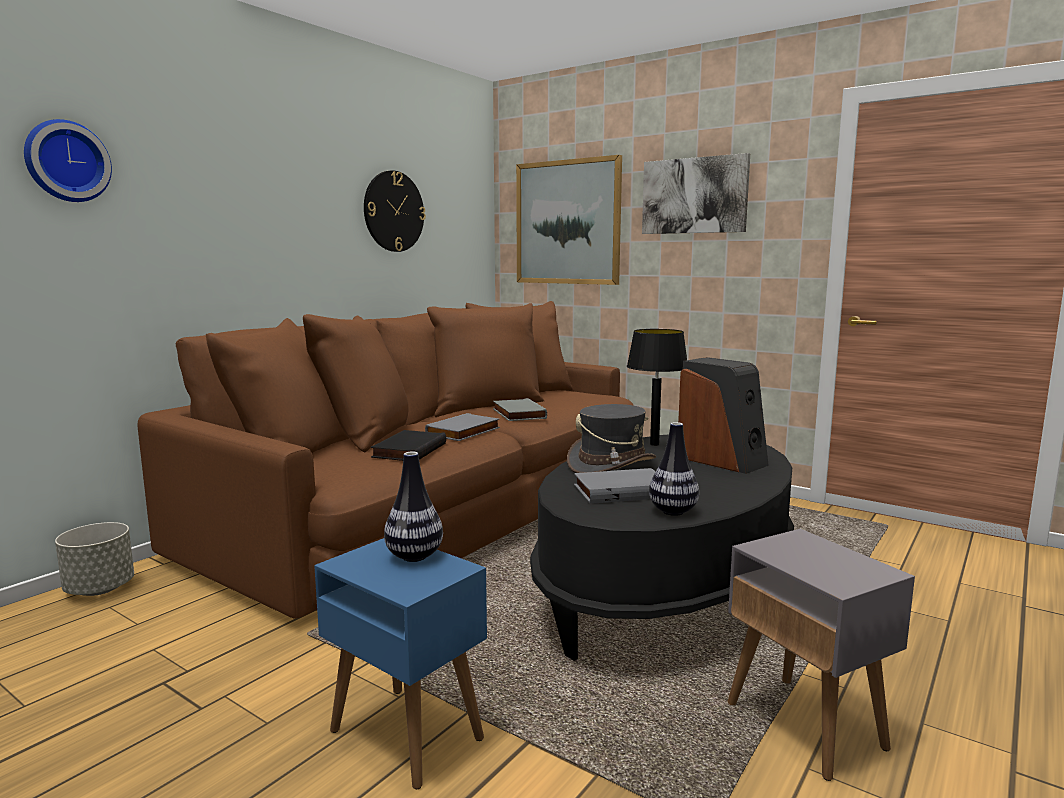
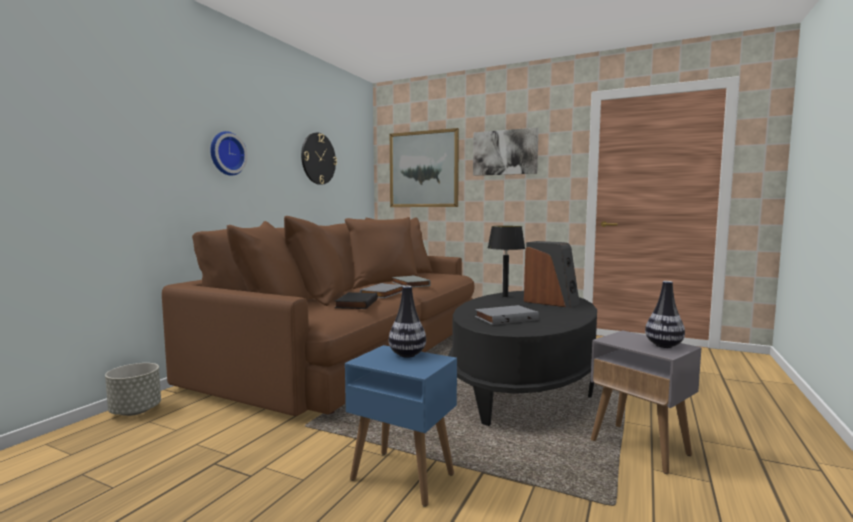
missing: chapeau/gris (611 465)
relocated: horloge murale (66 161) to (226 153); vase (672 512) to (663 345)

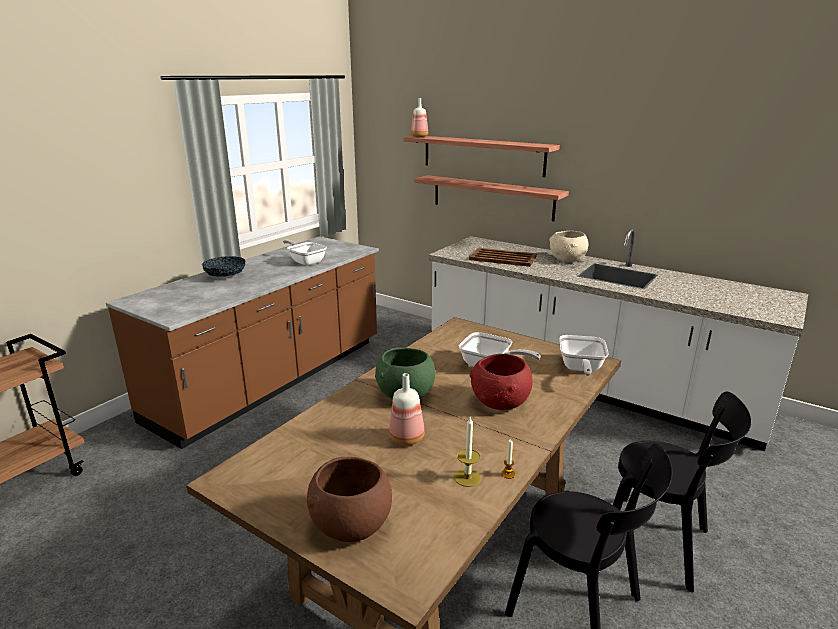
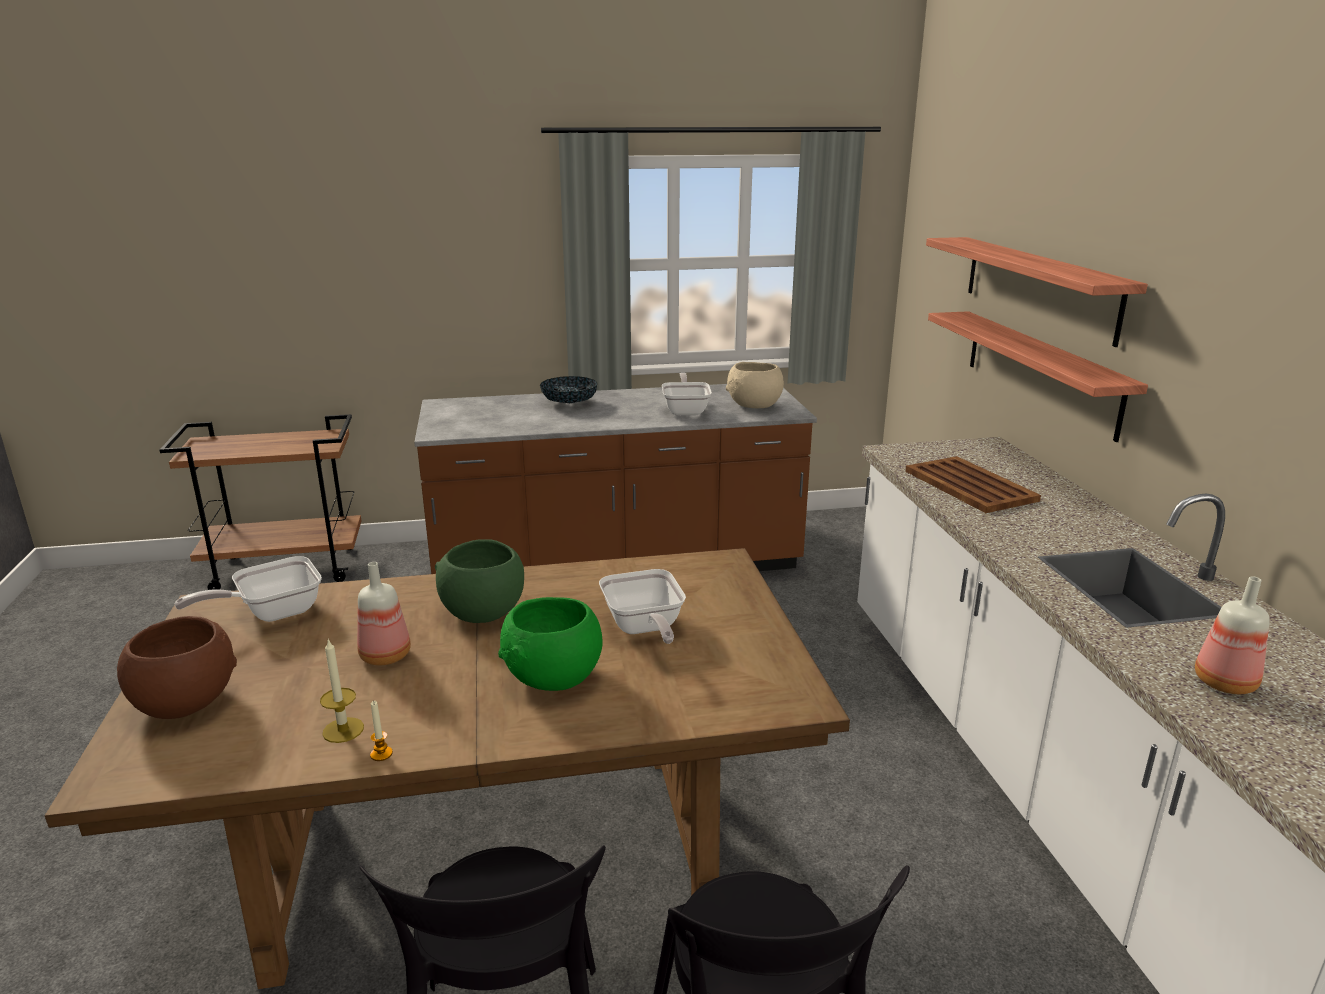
relocated: bouteille (419 136) to (1224 684); bol/beige (567 260) to (753 405); poêle (580 369) to (272 613)
colour: bol/rouge (500 403) to bol/vert (551 677)

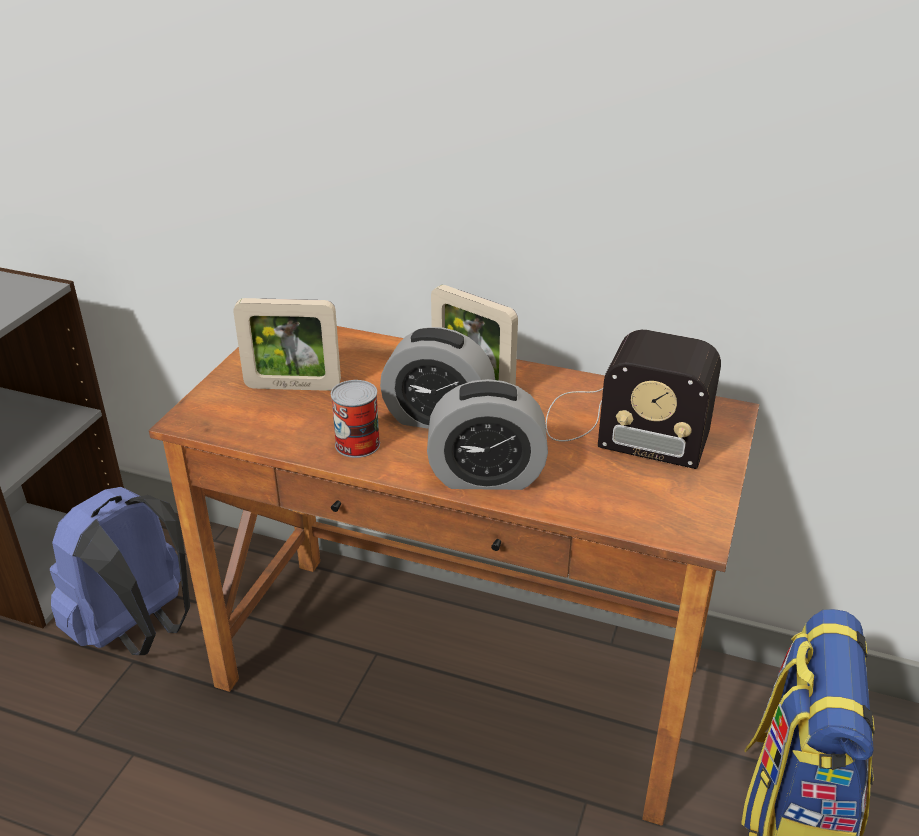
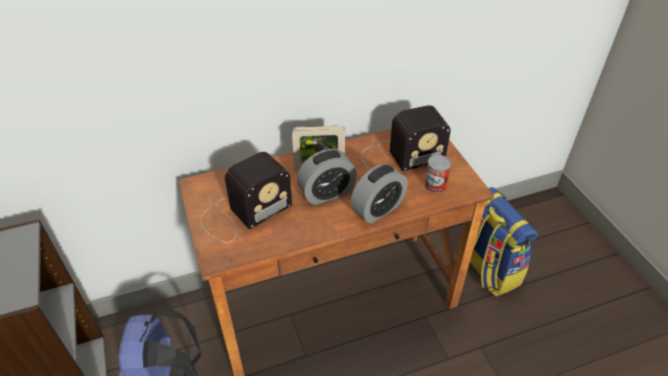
relocated: boîte métallique (357 444) to (435 185)
exchanged: cadre photo (293 386) to radio (242 213)

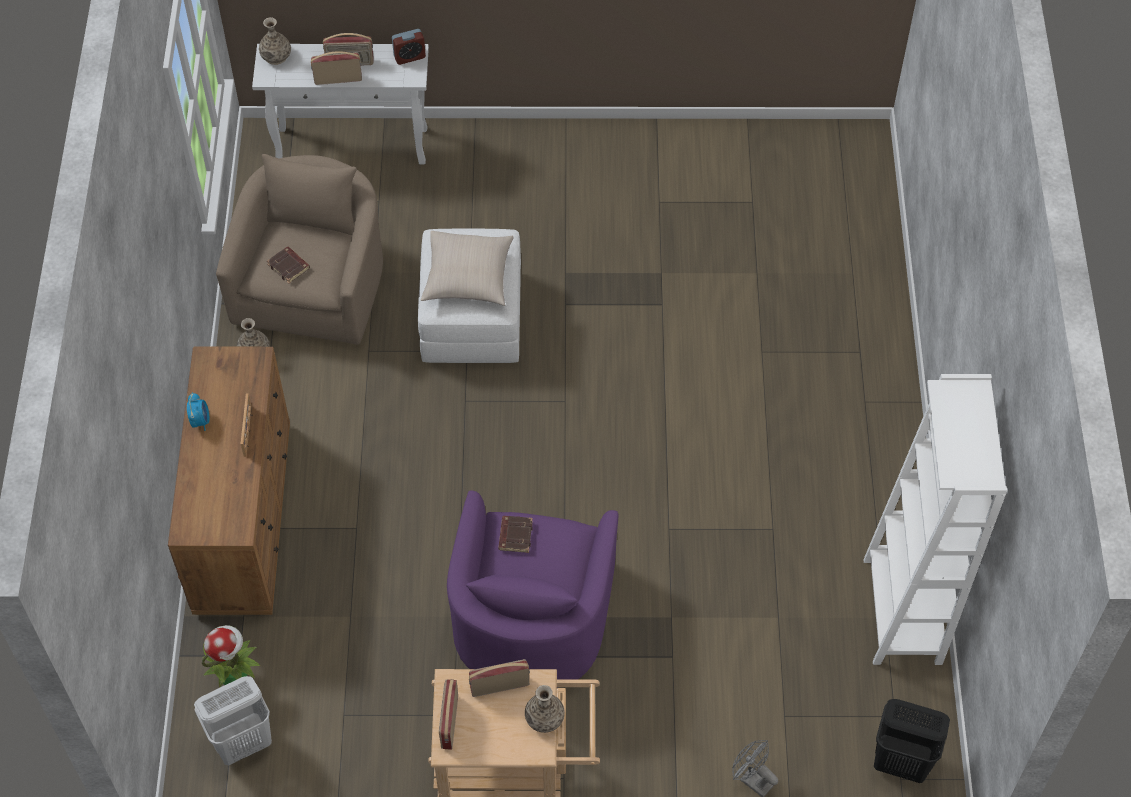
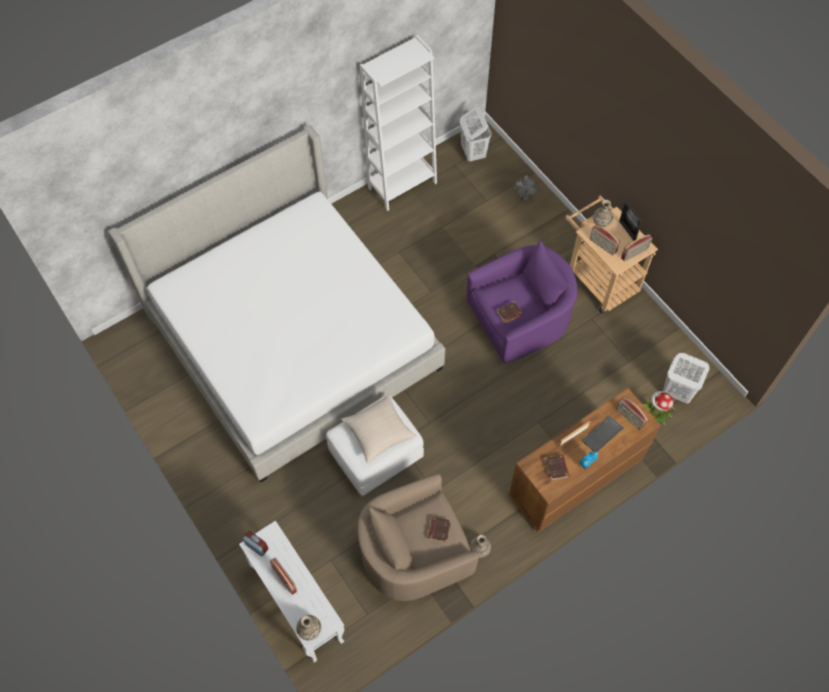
appeared: lit (292 339); cadre photo (627 230); clavier (602 435); livre/marron (557 468)
relocated: radio (338 79) to (629 418)
colour: panier à linge/noir (902 763) to panier à linge/blanc (473 153)

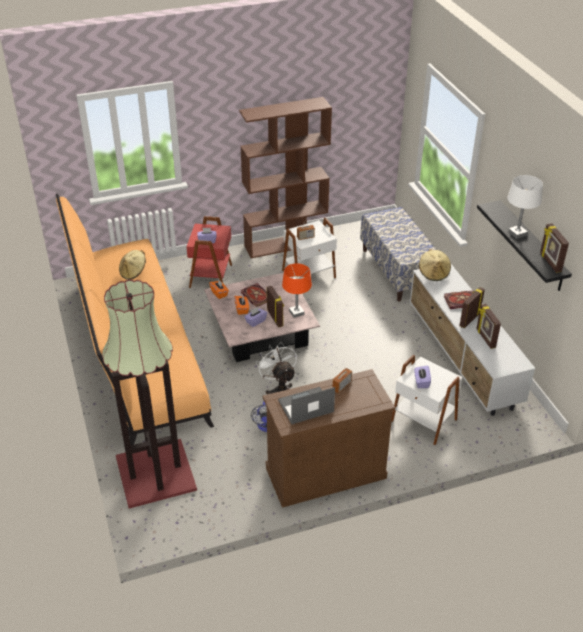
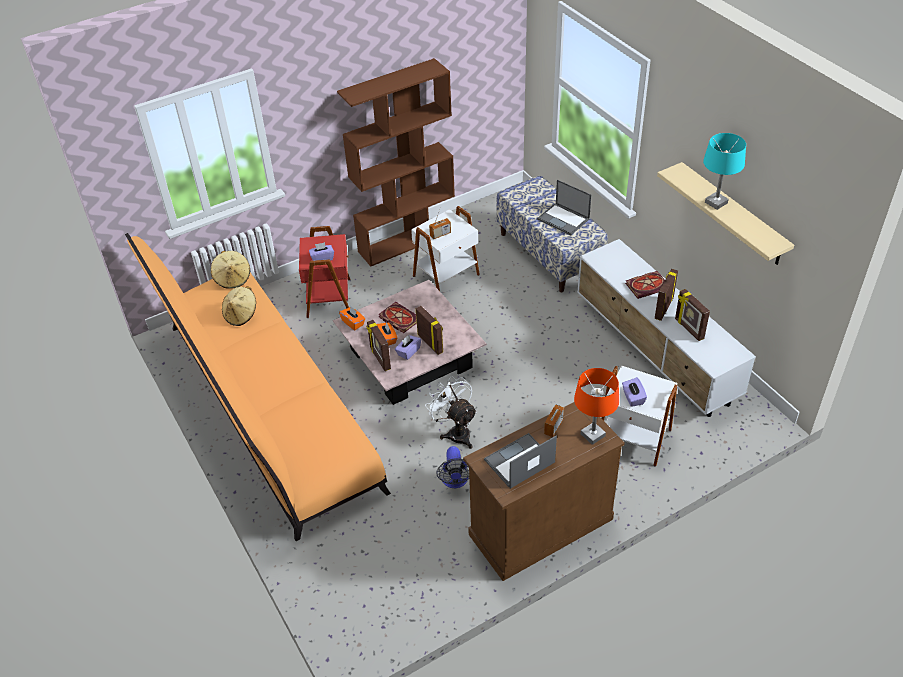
missing: lampadaire (154 473)
appeared: ordinateur portable (564 219)
relocated: cadre photo (550 262) to (380 359); chapeau/beige (433 273) to (232 278); lampe de table/orange (296 312) to (592 435)
colour: lampe de table/blanc (517 233) to lampe de table/turquoise (716 203); étagère/noir (531 246) to étagère/beige (732 214)

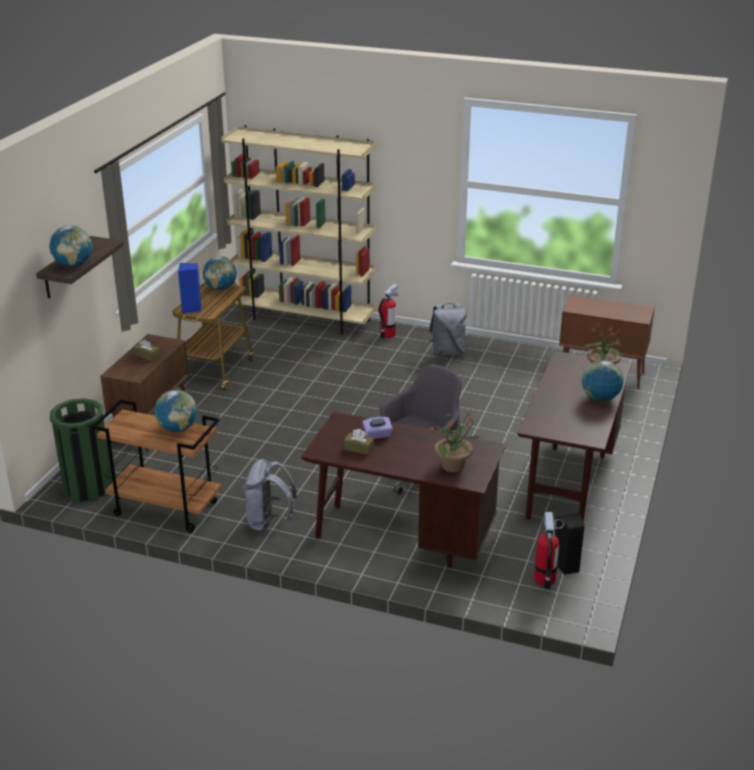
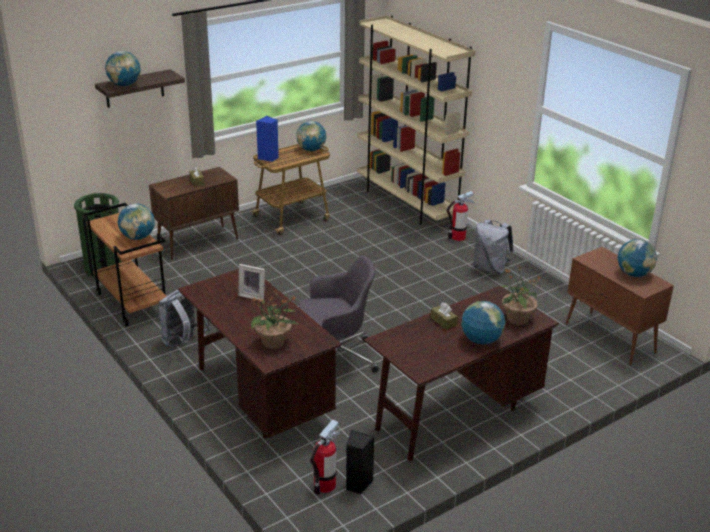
appeared: globe (634 274)
relocated: boîte à mouchoirs/marron (359 448) to (443 321)
exchanged: boîte à mouchoirs/violet (377 435) to cadre photo (253 295)

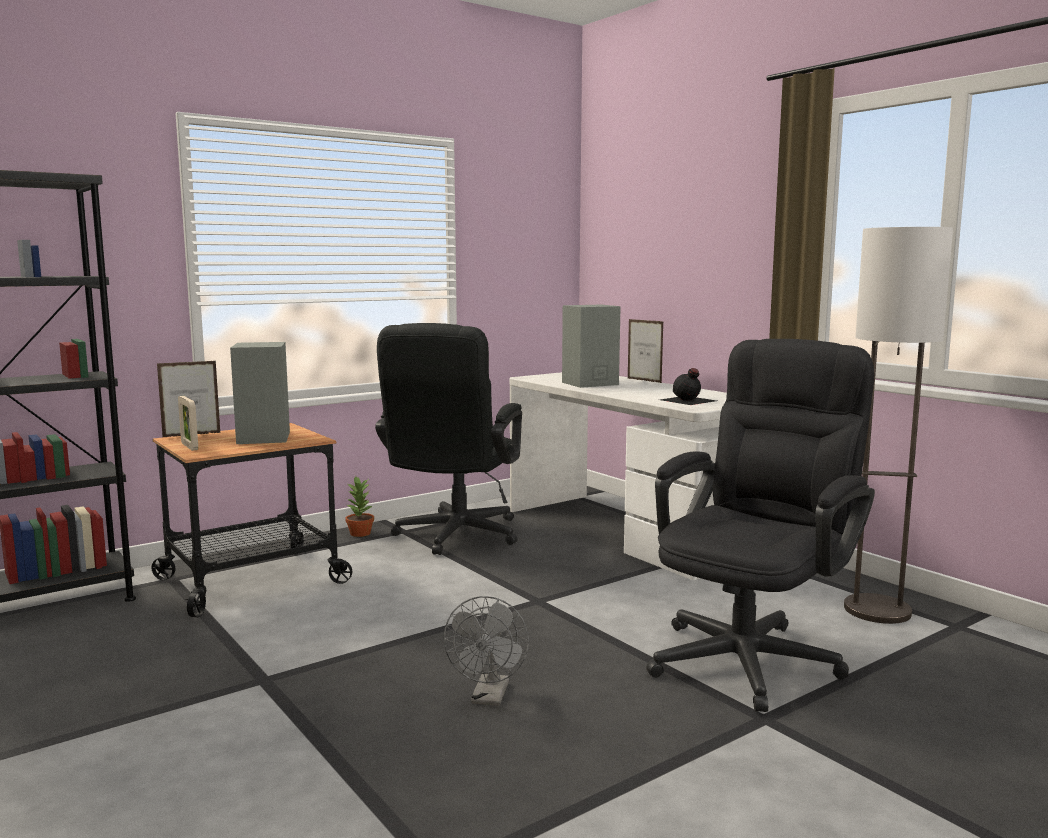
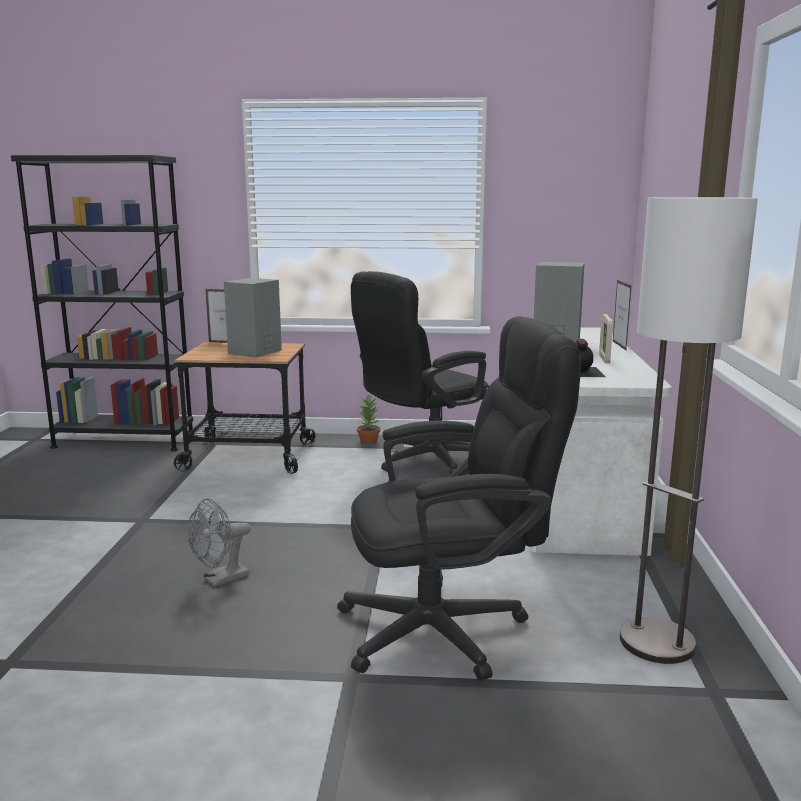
relocated: cadre photo (189 446) to (604 359)

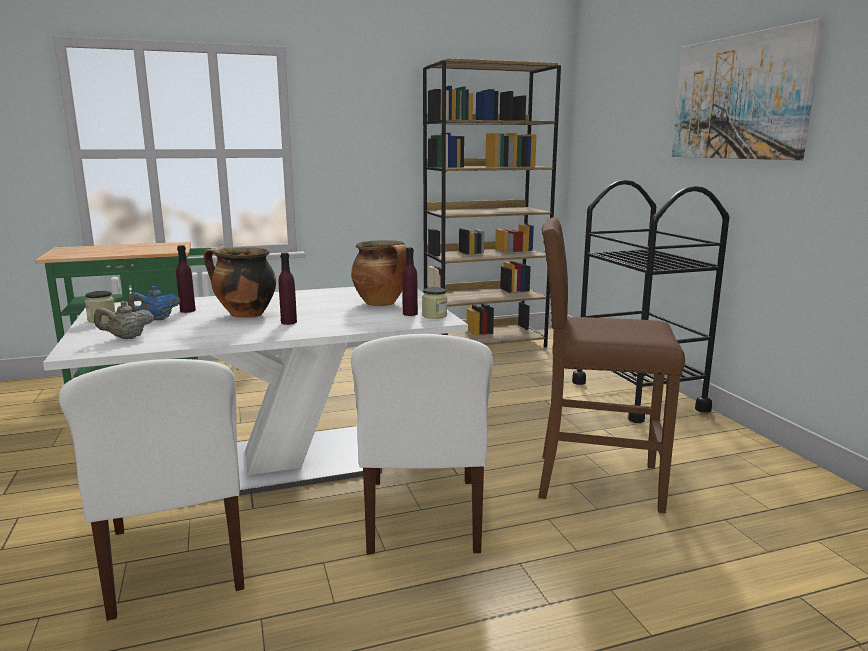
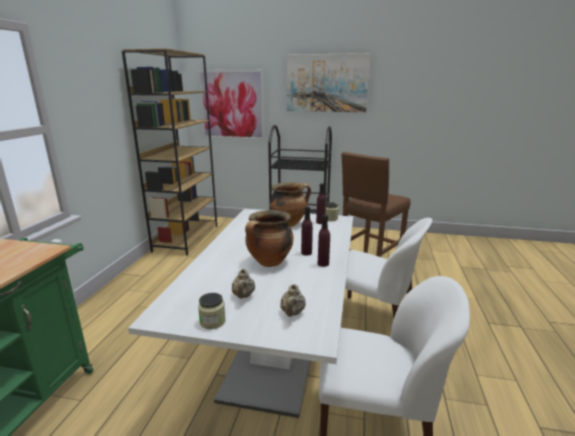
appeared: tableau (232 105)
relocated: bouteille/violet (187 310) to (323 263)
colour: théière/bleu (156 319) to théière/beige (243 296)

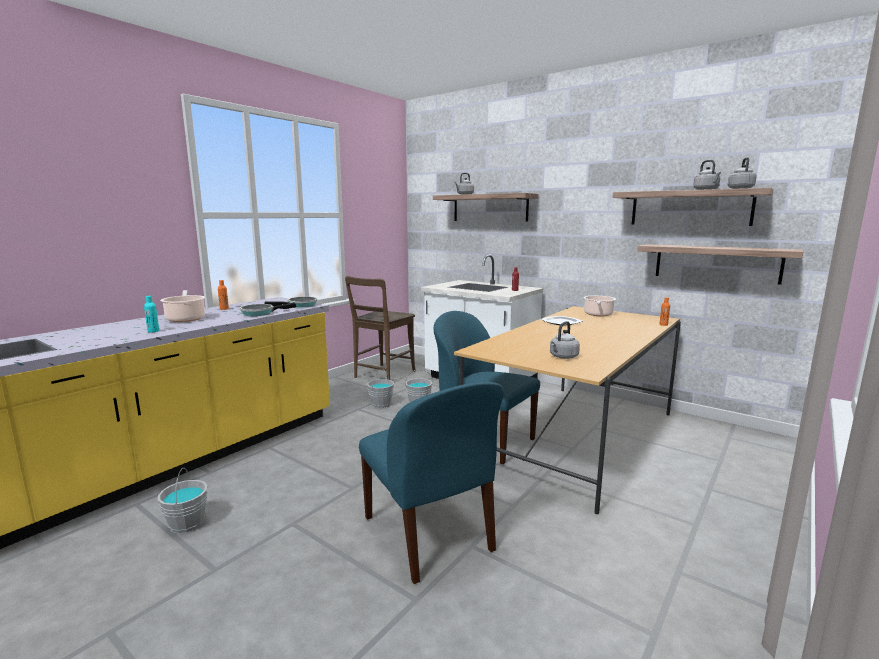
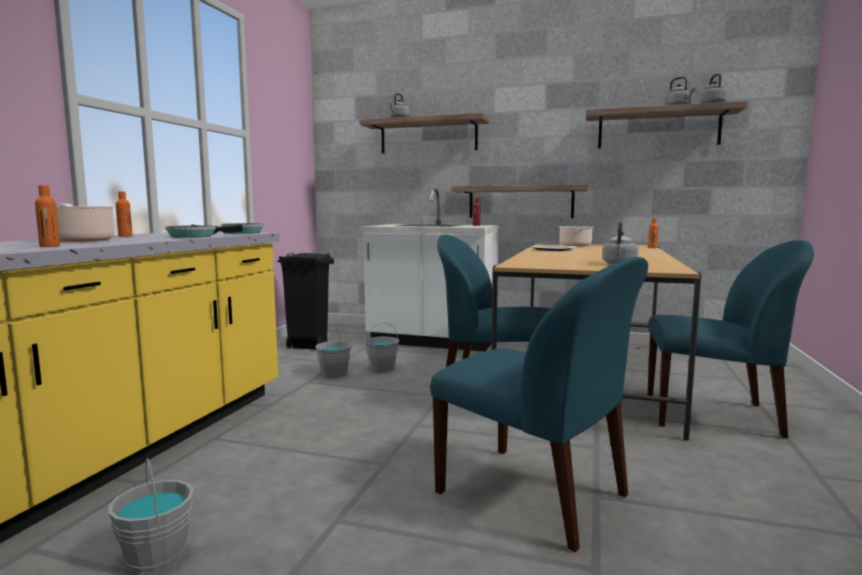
appeared: chaise/bleu (714 415)
relocated: étagère (716 263) to (520 202)
exchanged: chaise/marron (382 375) to poubelle/noir (307 346)
colour: bouteille/turquoise (153 331) to bouteille/orange (50 246)

